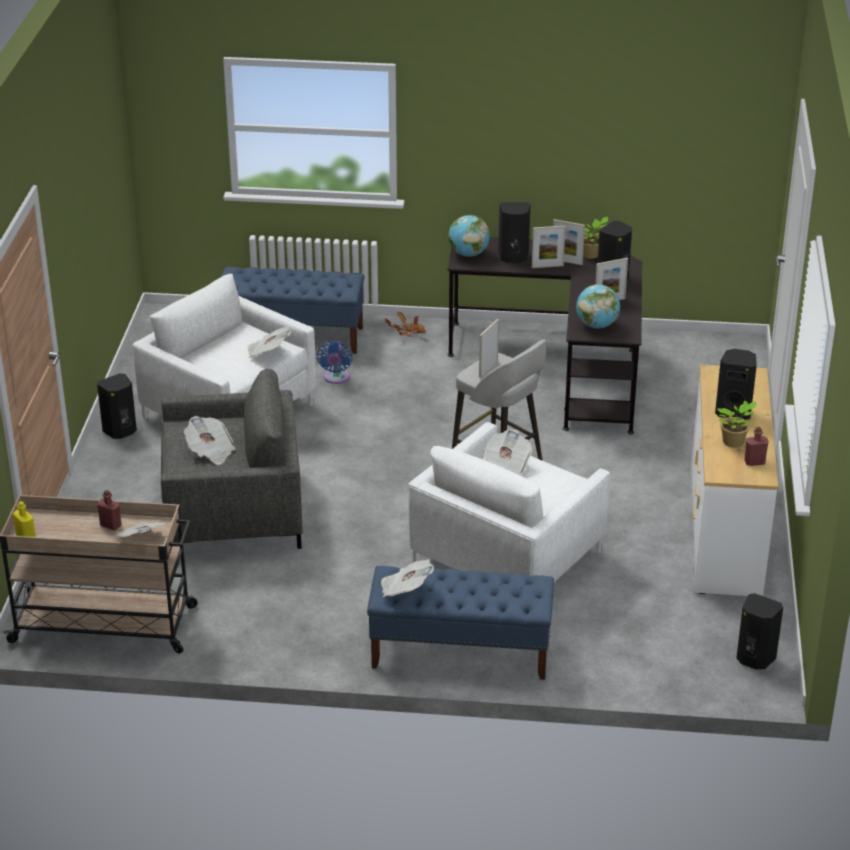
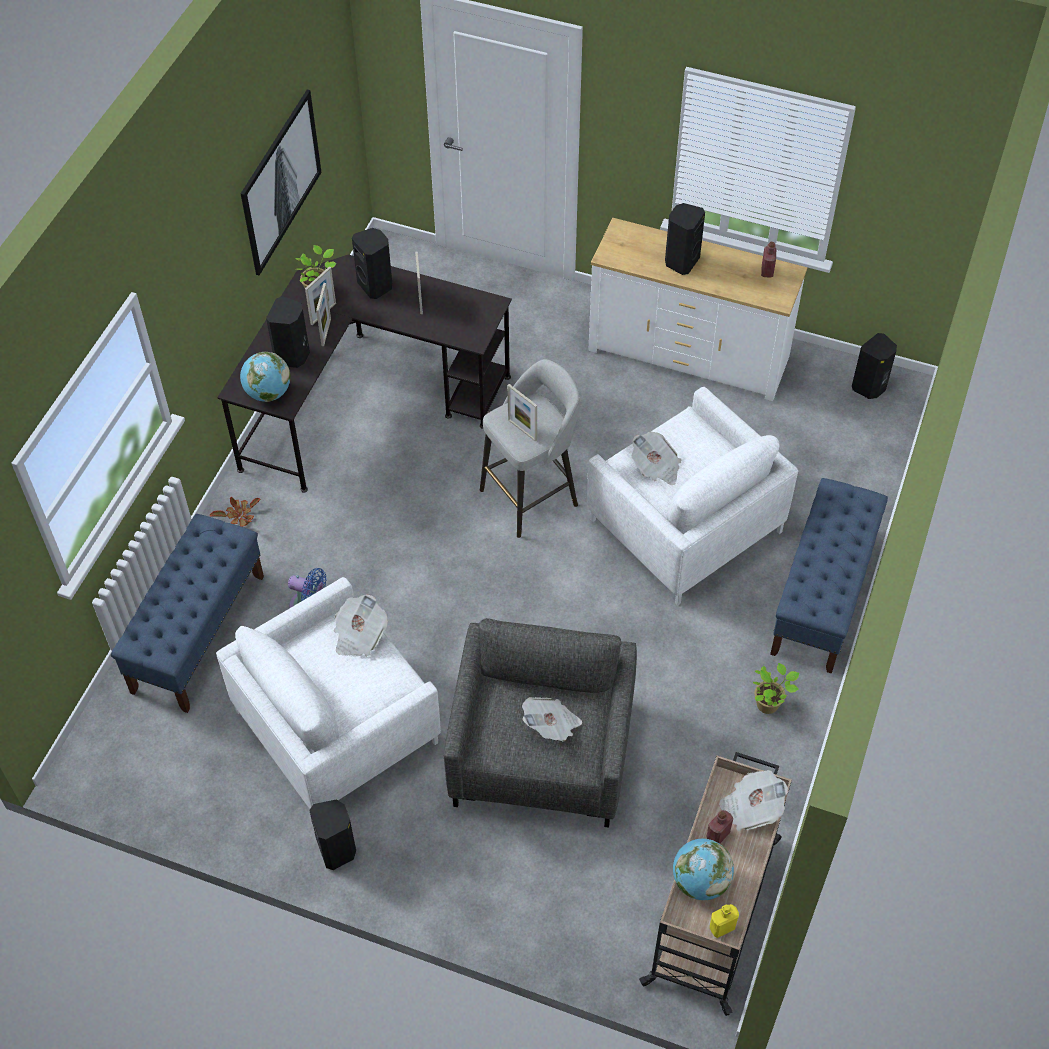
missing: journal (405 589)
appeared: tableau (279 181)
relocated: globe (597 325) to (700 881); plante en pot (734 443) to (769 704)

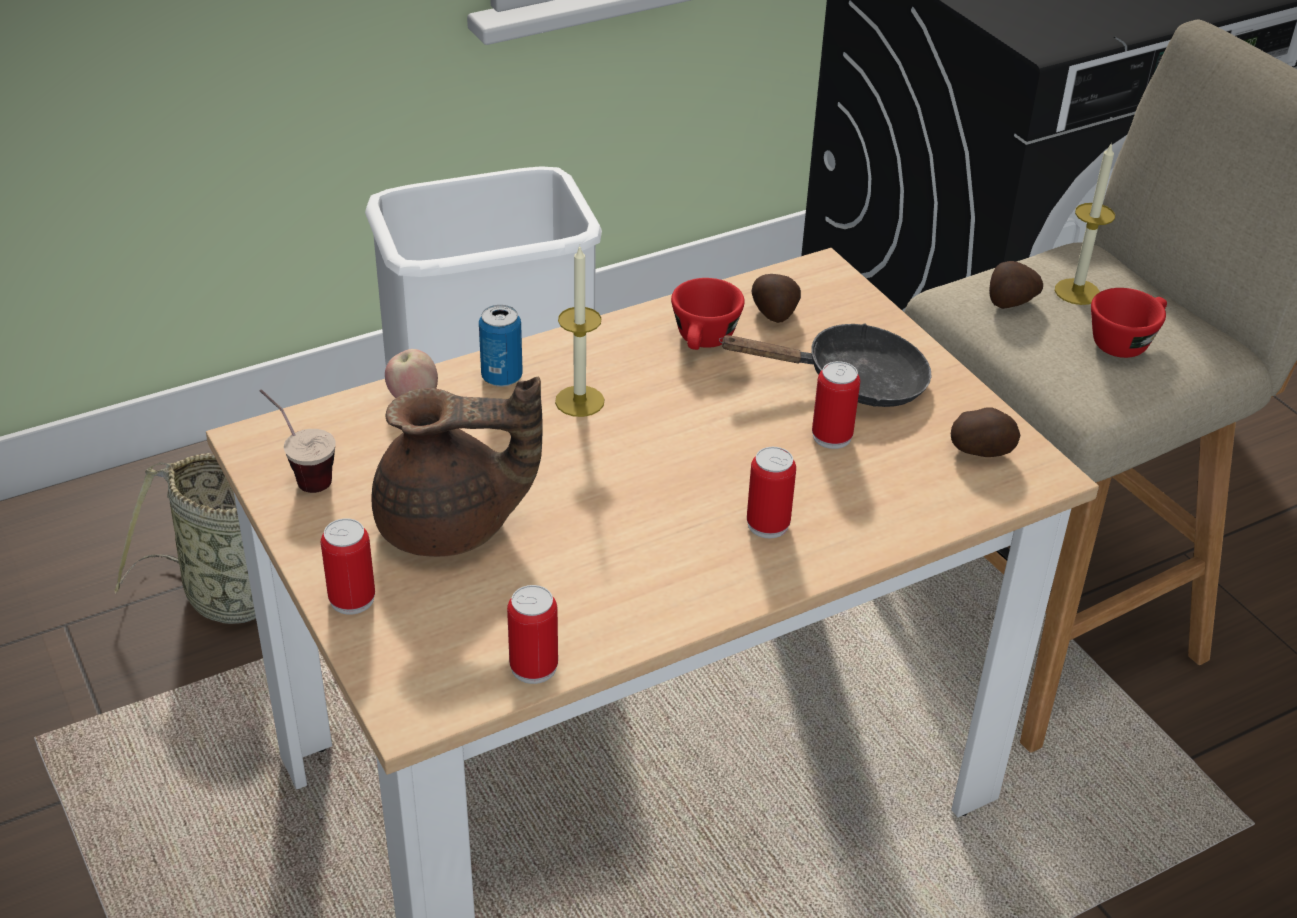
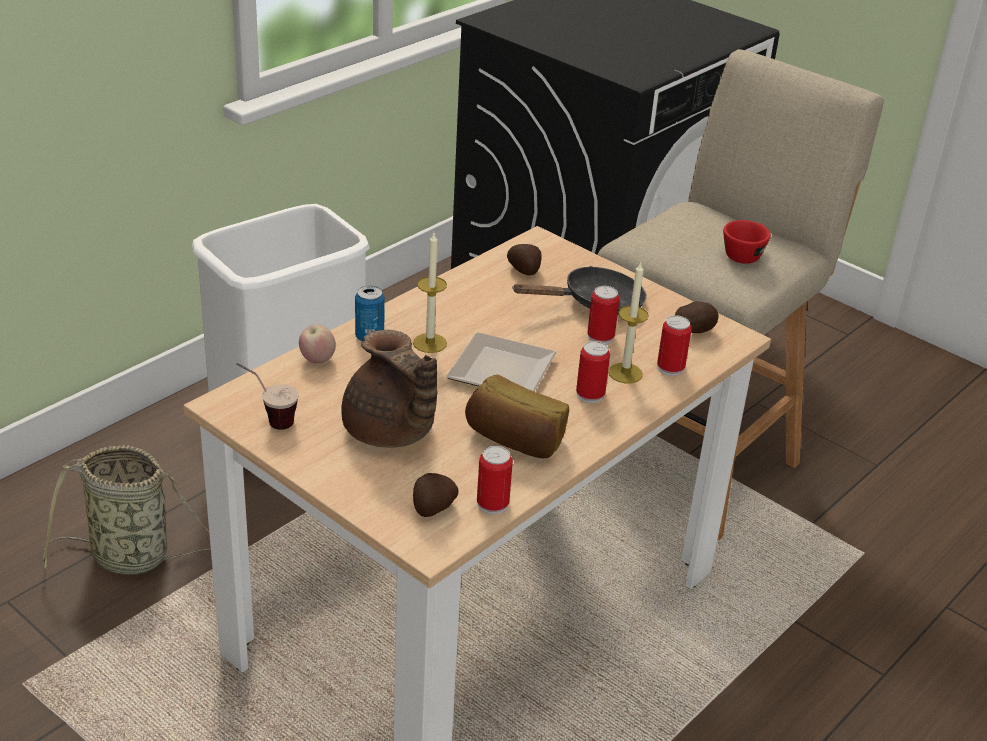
missing: tasse/rouge (704 342)
appeared: assiette (500 368); pain (515 440)
relocated: bougie (1077 292) to (625 373); pomme de terre (1009 302) to (432 508); boîte métallique (352 599) to (670 368)
spun: théière/marron (451 526) = (390 433) 75 degrees clockwise

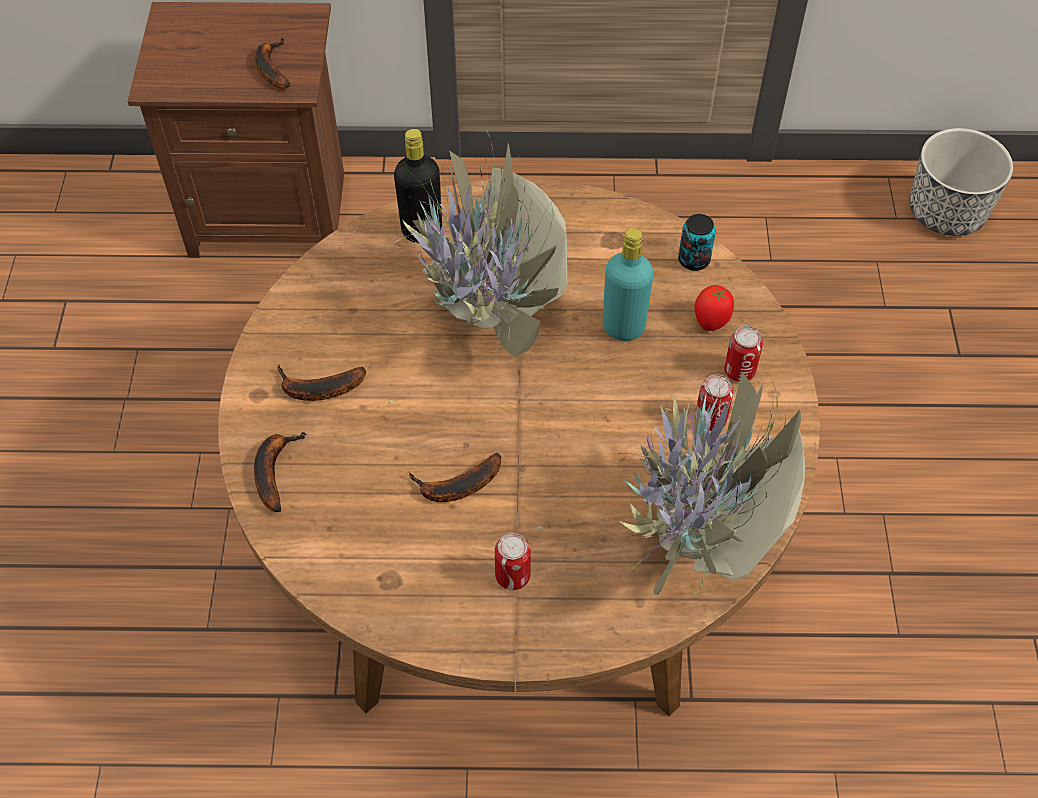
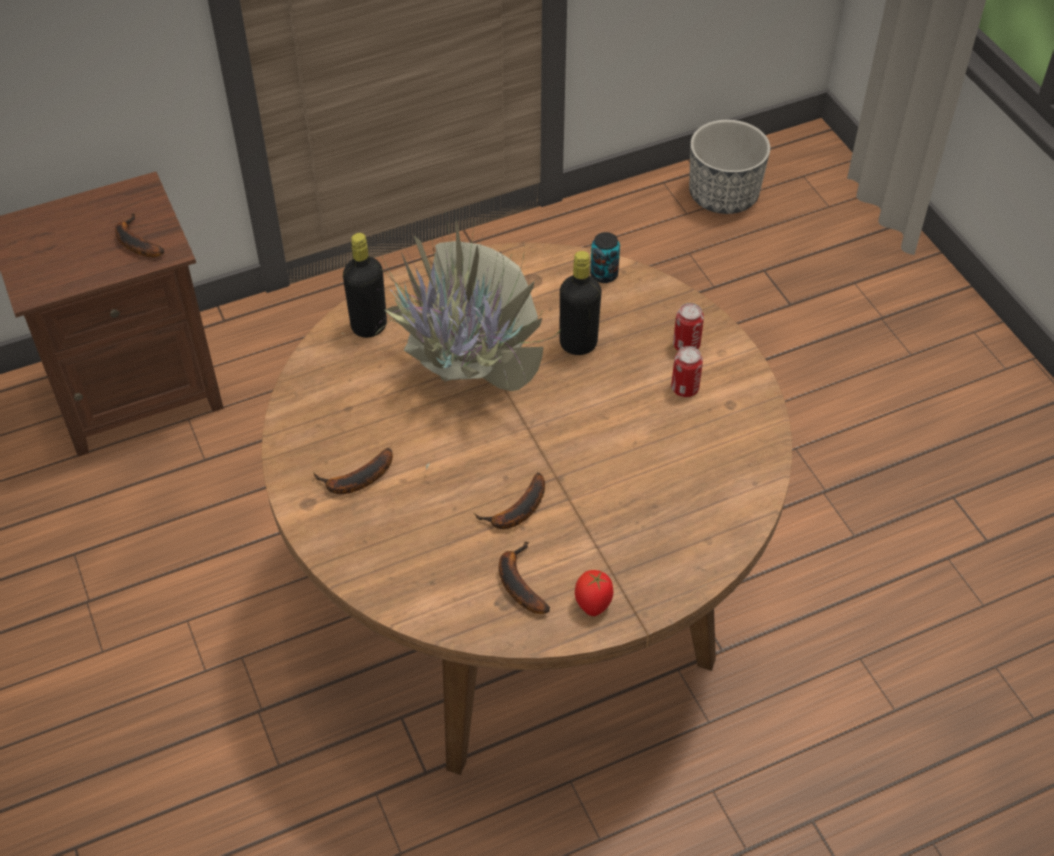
missing: plante en pot (691 544); boîte métallique (512 575)
relocated: tomate (711 321) to (593 604); banane (273 470) to (518 583)
colour: bouteille/turquoise (623 327) to bouteille/noir (578 344)

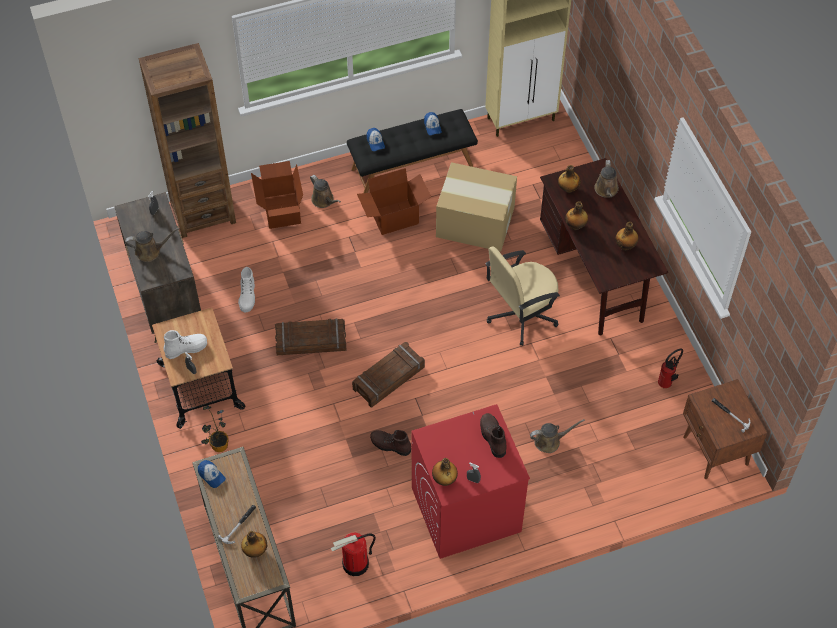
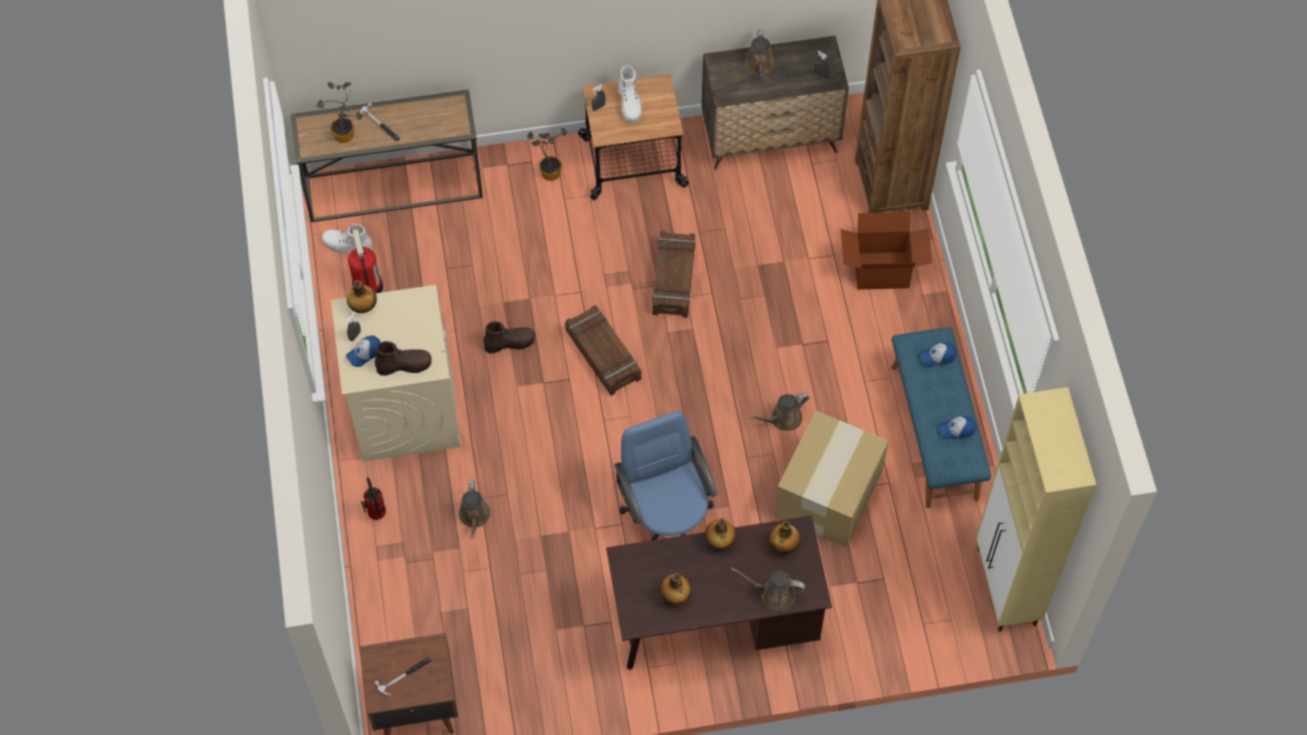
missing: carton (395 218)
relocated: arrosoir/marron (324 200) to (783 419); botte/blanc (247 297) to (347 245); extincteur (667 383) to (377 516); casquette (211 475) to (364 353)
exchanged: bouteille (255 550) to plante en pot (346 136)
colour: banc/noir (412 167) to banc/bleu (935 432); chaise de bureau/beige (520 315) to chaise de bureau/bleu (667 520); lave-linge/rouge (465 510) to lave-linge/beige (405 407)
spun: botte/marron (390 445) = (510 343) 45 degrees clockwise

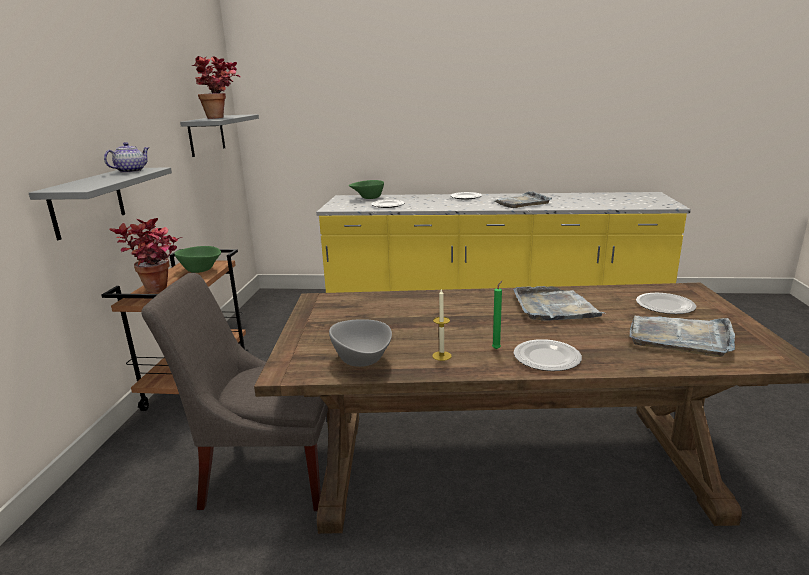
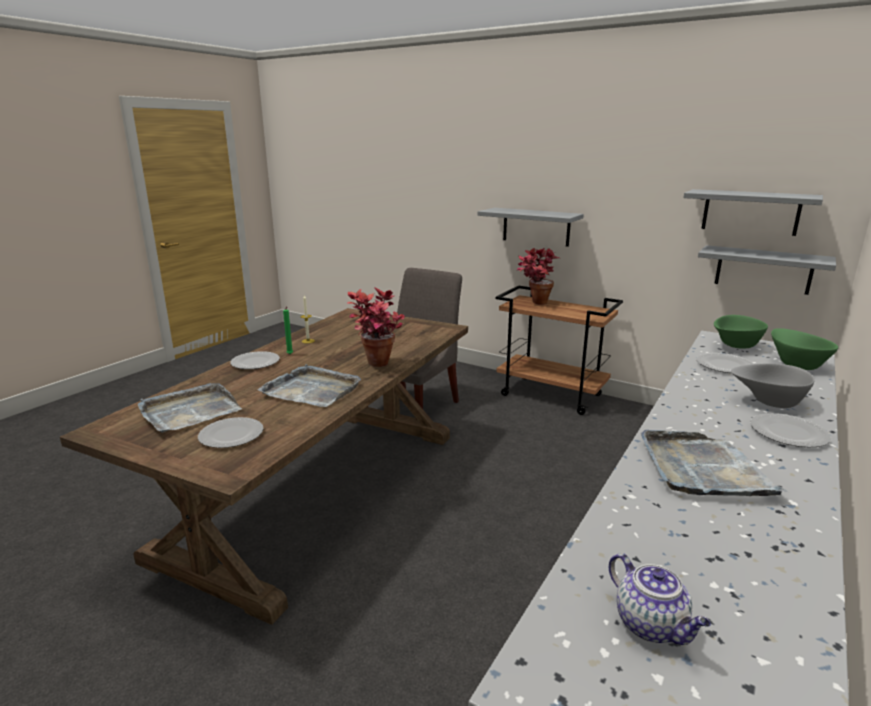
appeared: étagère/gris (763 269)
relocated: plante en pot (222 118) to (377 366); théière (131 171) to (652 625); bol/vert (202 270) to (734 346); bol/gris (363 363) to (768 402)

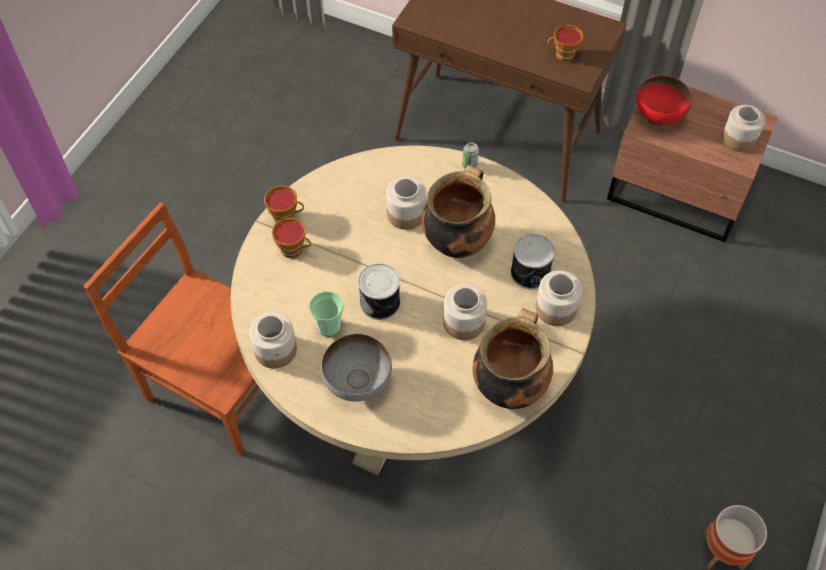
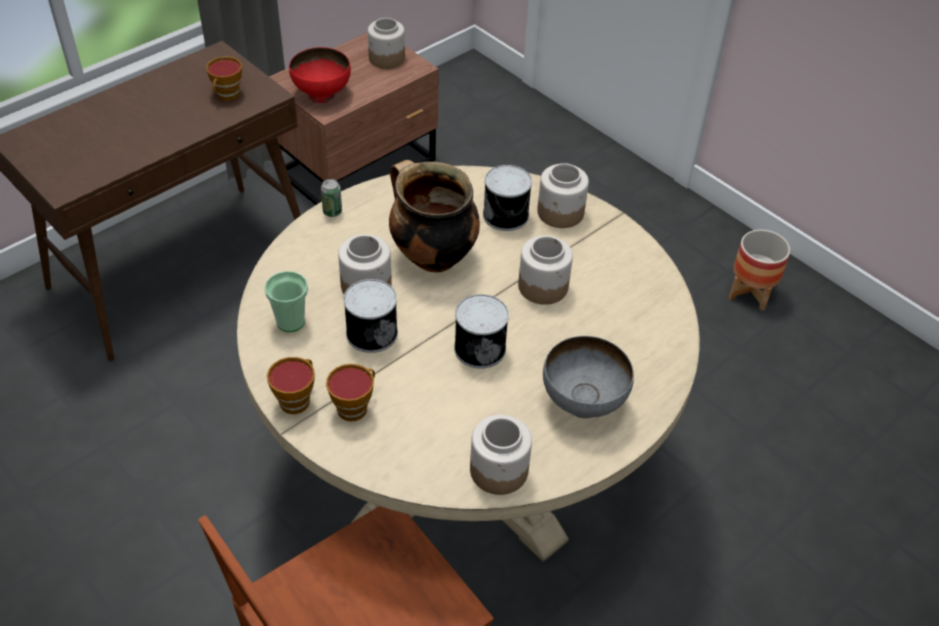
missing: marmite (509 386)
appeared: boîte métallique (371 332)
relocated: tasse (329 327) to (290 321)

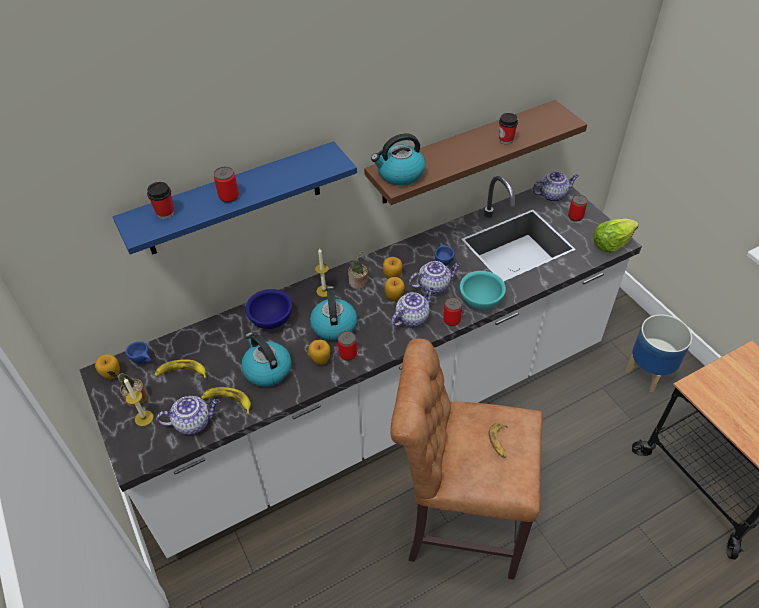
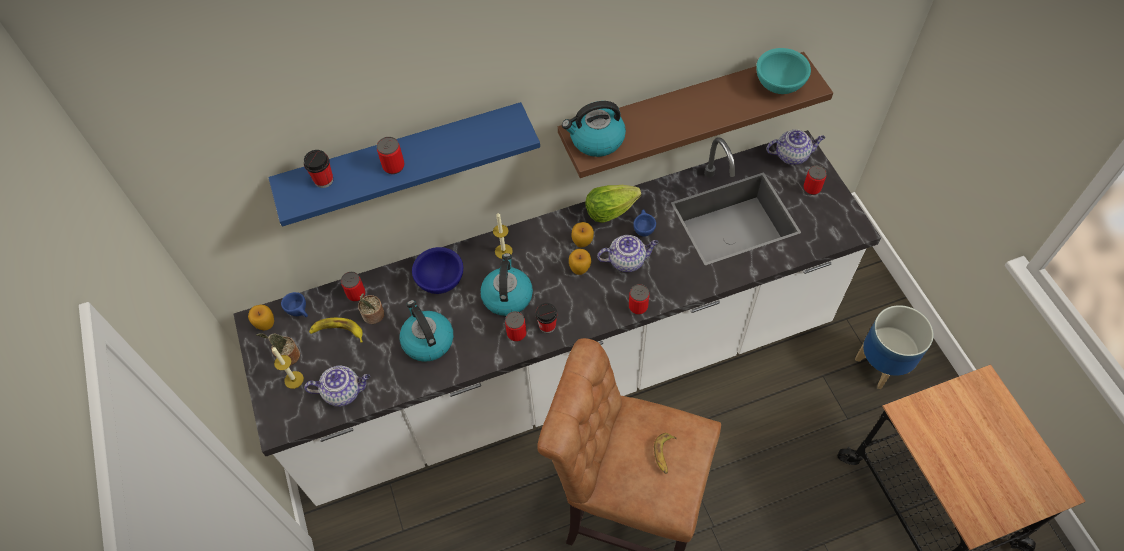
missing: théière (412 317); pomme (320 360); banane (228 401)
appeared: boîte métallique (356 294)
relocated: tasse (506 140) to (547 326); laitue (611 244) to (609 211); plante en pot (359 283) to (373 316); bol/turquoise (480 302) to (779 85)

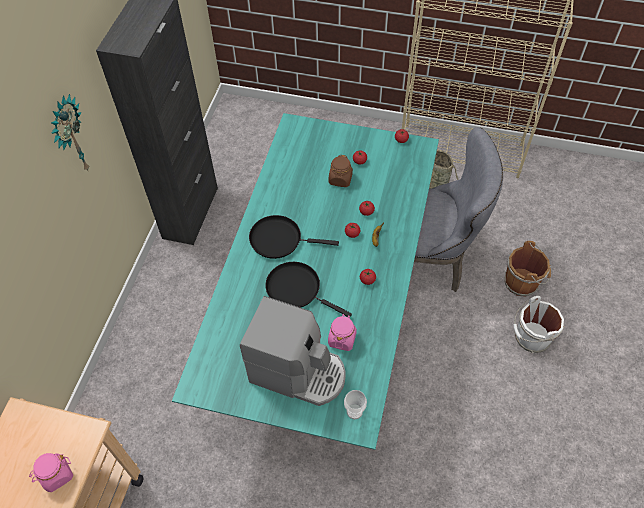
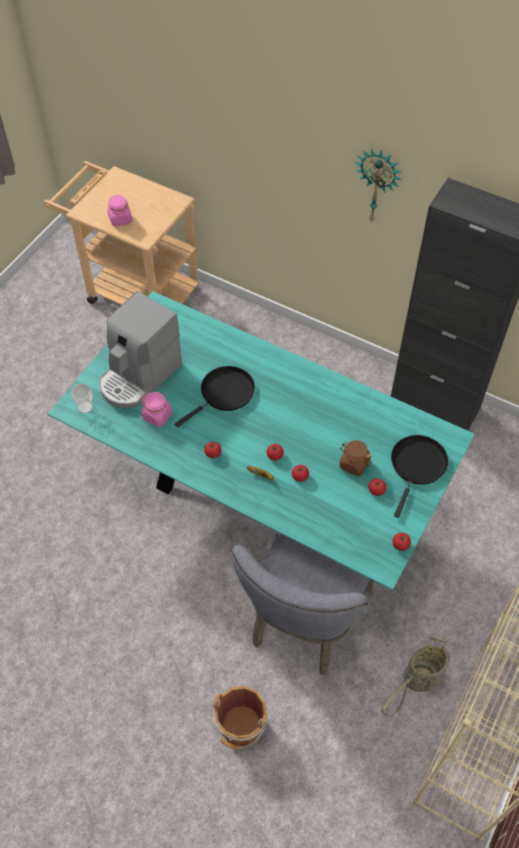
missing: seau/blanc (530 338)
relocated: poêle/noir (279 239) to (417 466)

